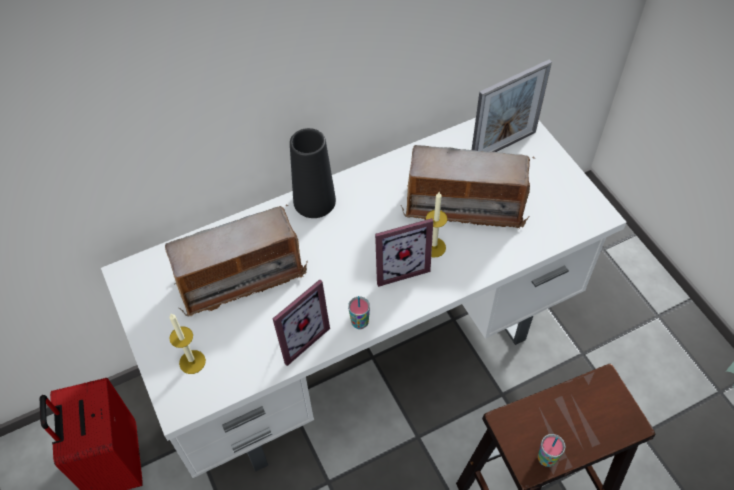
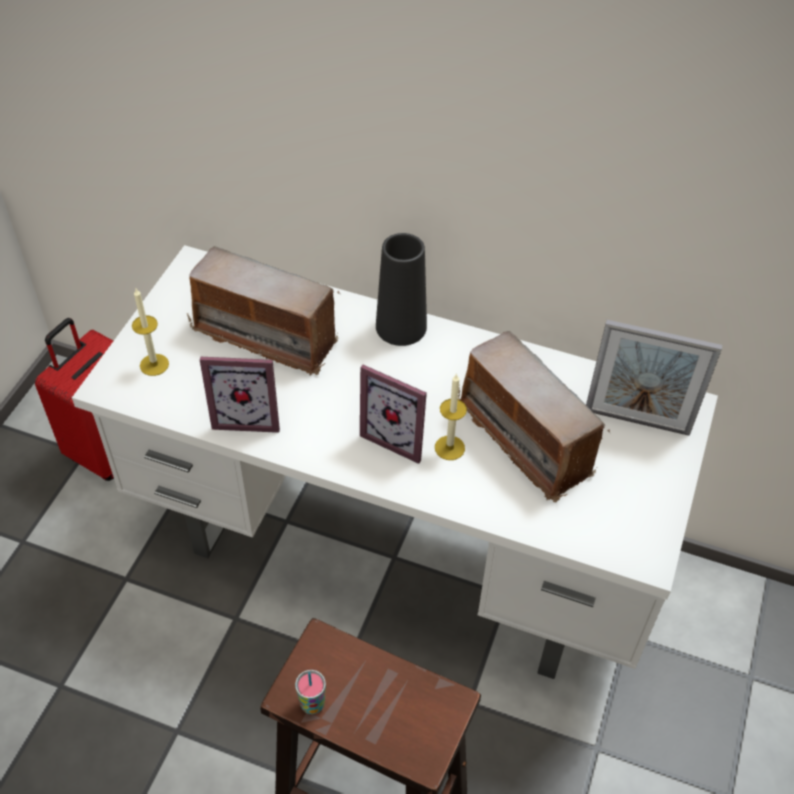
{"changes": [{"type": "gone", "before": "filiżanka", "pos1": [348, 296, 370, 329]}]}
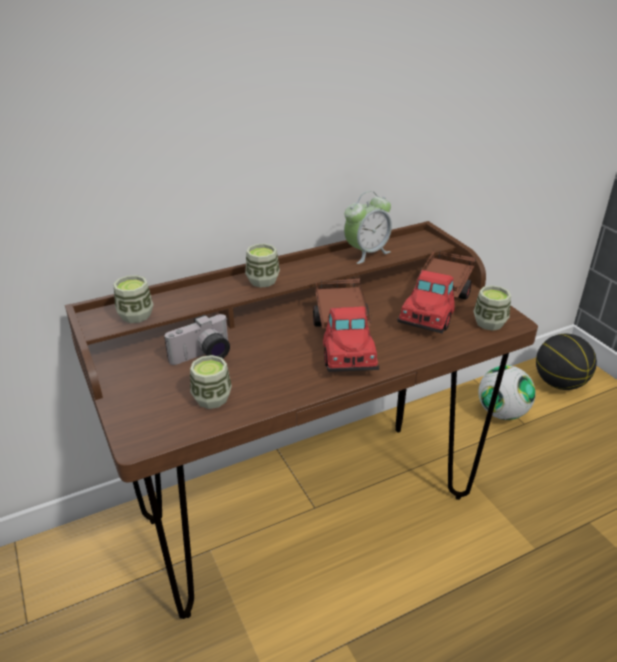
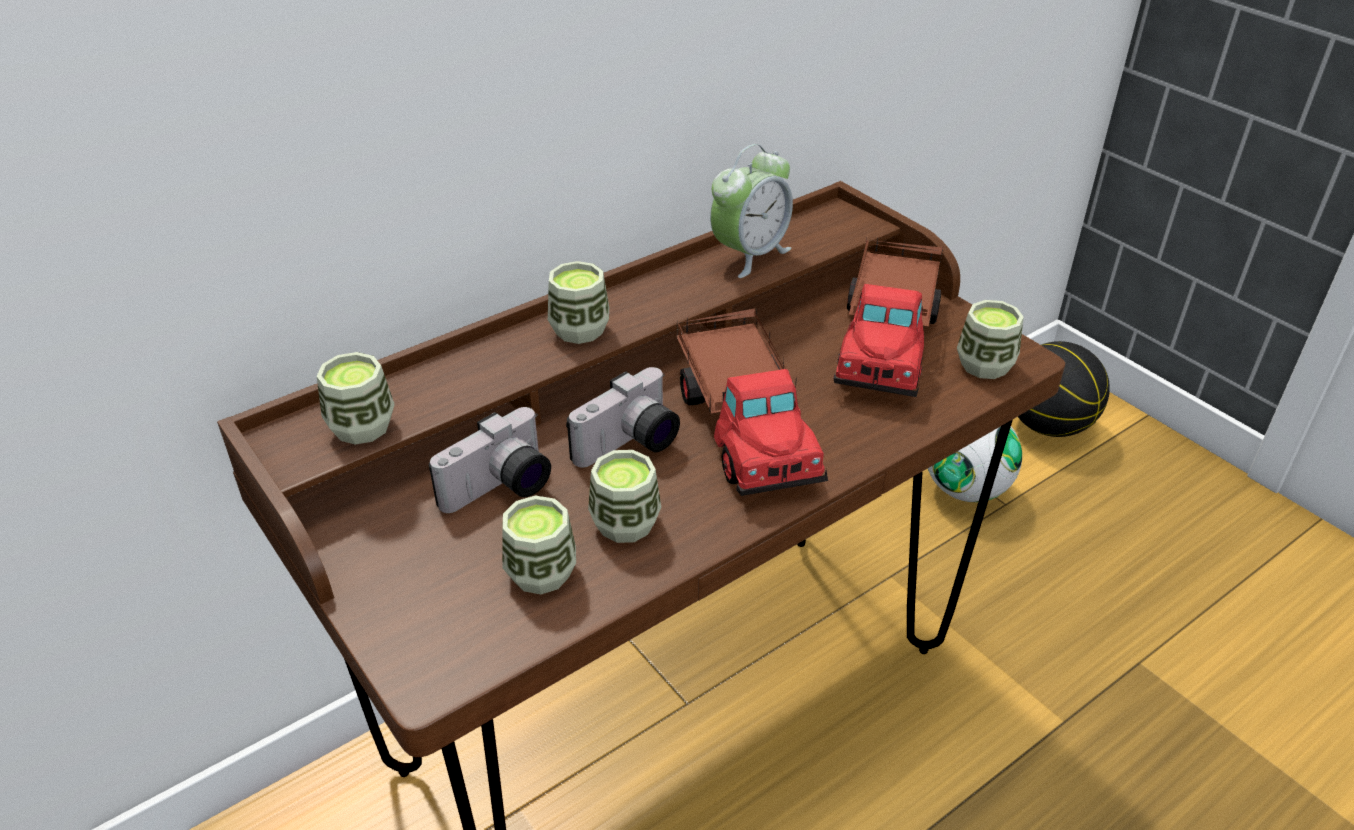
{"changes": [{"type": "new", "after": "aparat fotograficzny", "pos2": [566, 367, 680, 467]}, {"type": "new", "after": "filiżanka", "pos2": [588, 450, 661, 543]}]}
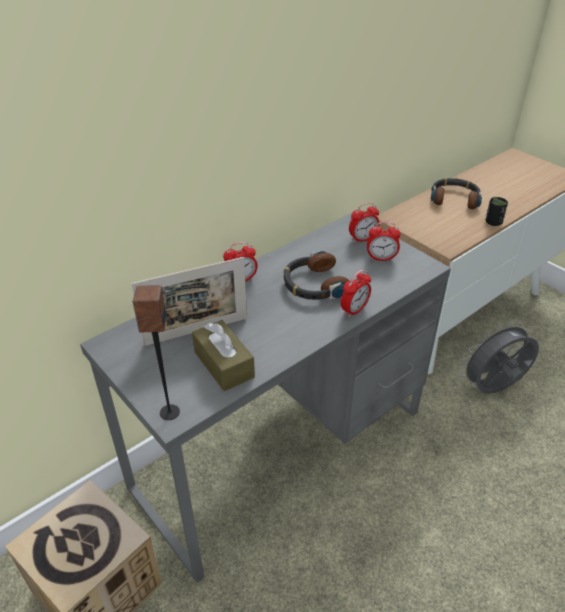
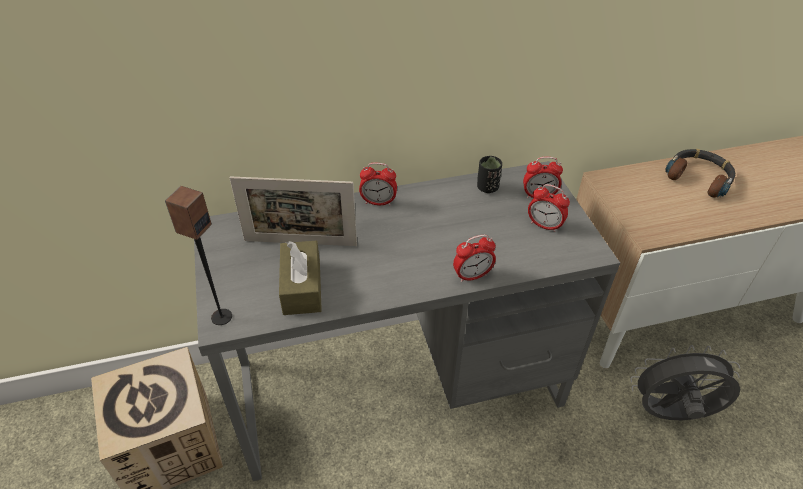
{"changes": [{"type": "gone", "before": "słuchawki", "pos1": [284, 250, 349, 300]}, {"type": "shifted", "before": "filiżanka/czarny", "pos1": [486, 197, 508, 226], "pos2": [477, 156, 502, 193]}]}
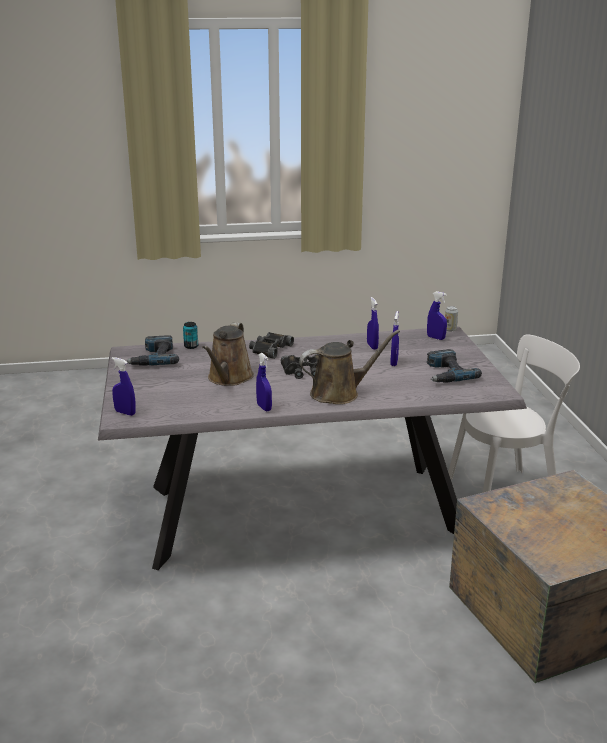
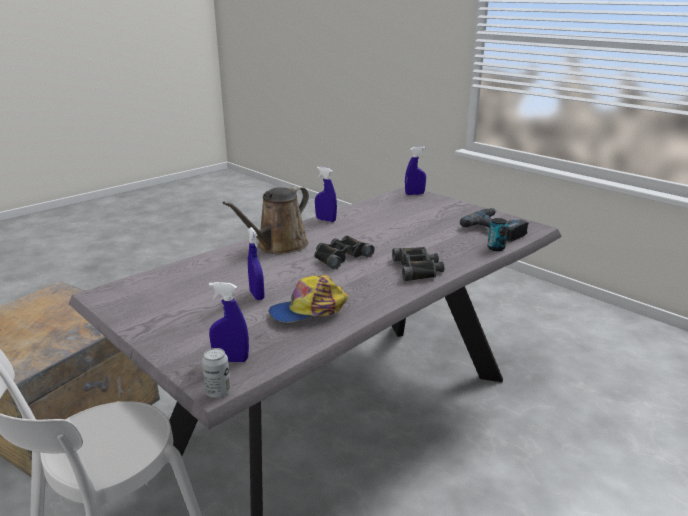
{"changes": [{"type": "gone", "before": "konewka/brązowy", "pos1": [202, 323, 254, 386]}, {"type": "swapped", "before": "spryskiwacz/niebieski", "after": "czapka z daszkiem", "pos1": [367, 297, 379, 350], "pos2": [269, 275, 348, 322]}, {"type": "gone", "before": "wiertarka", "pos1": [427, 349, 482, 383]}]}
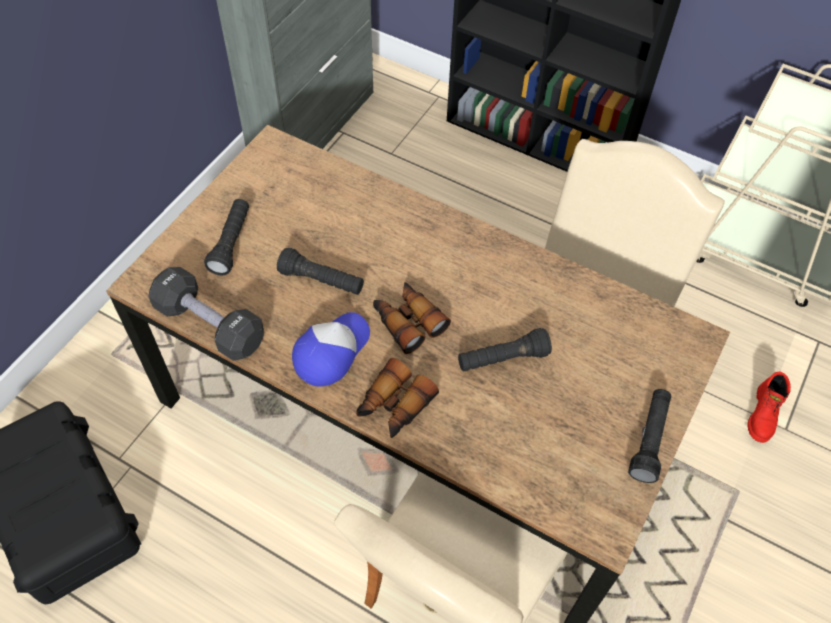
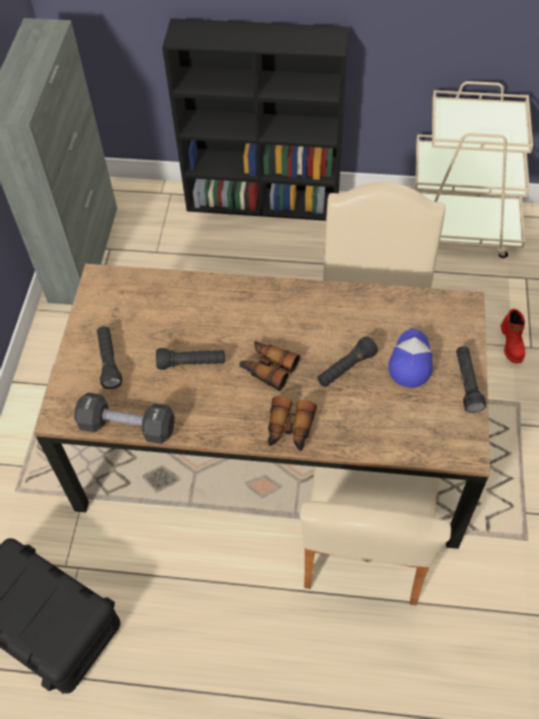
{"changes": [{"type": "shifted", "before": "czapka z daszkiem", "pos1": [292, 312, 370, 386], "pos2": [388, 329, 433, 388]}]}
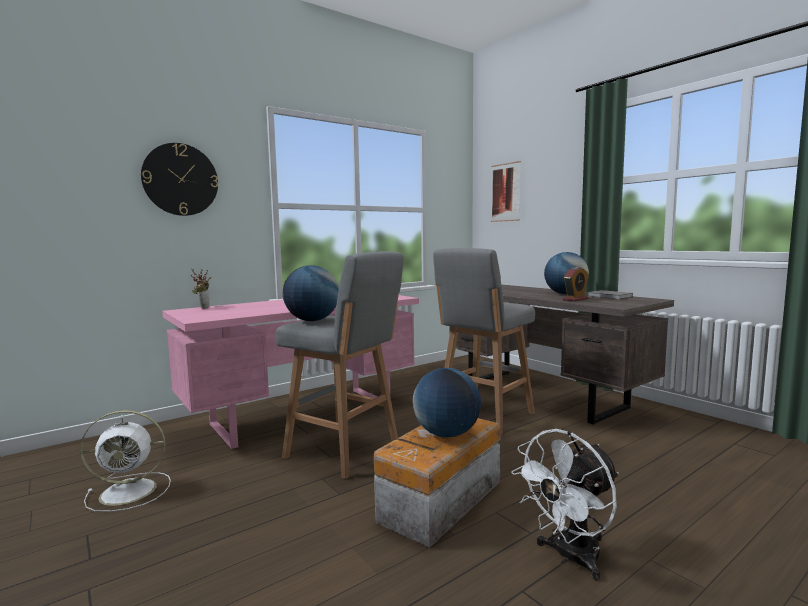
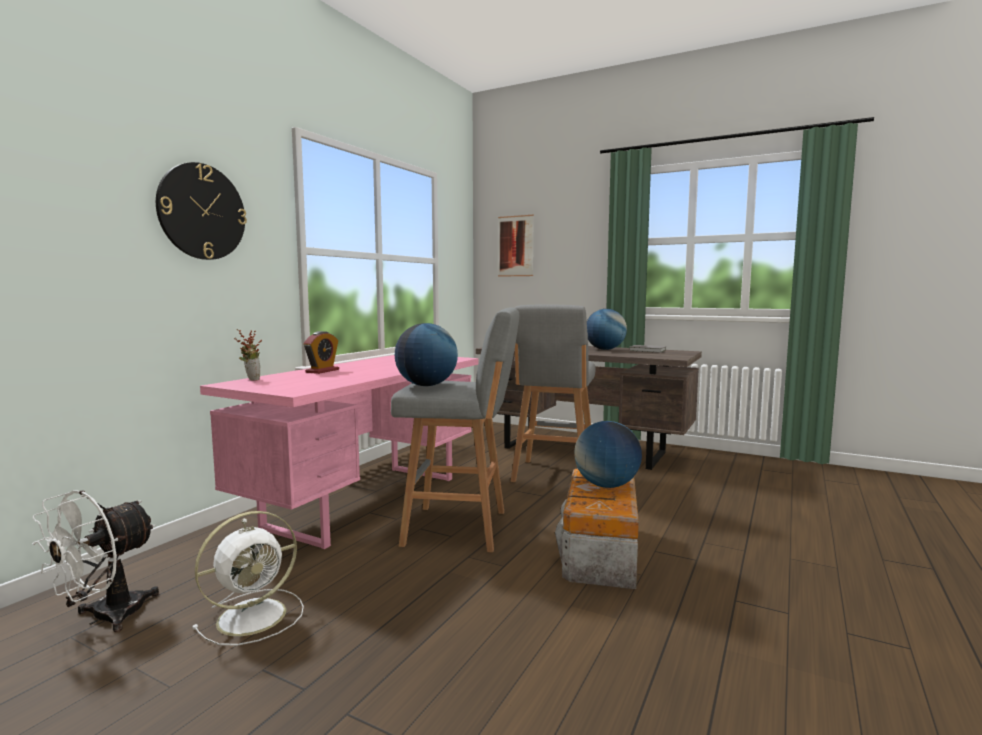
{"changes": [{"type": "shifted", "before": "wentylator/biały", "pos1": [511, 429, 619, 581], "pos2": [32, 490, 159, 632]}, {"type": "shifted", "before": "budzik", "pos1": [563, 267, 589, 301], "pos2": [304, 331, 339, 374]}]}
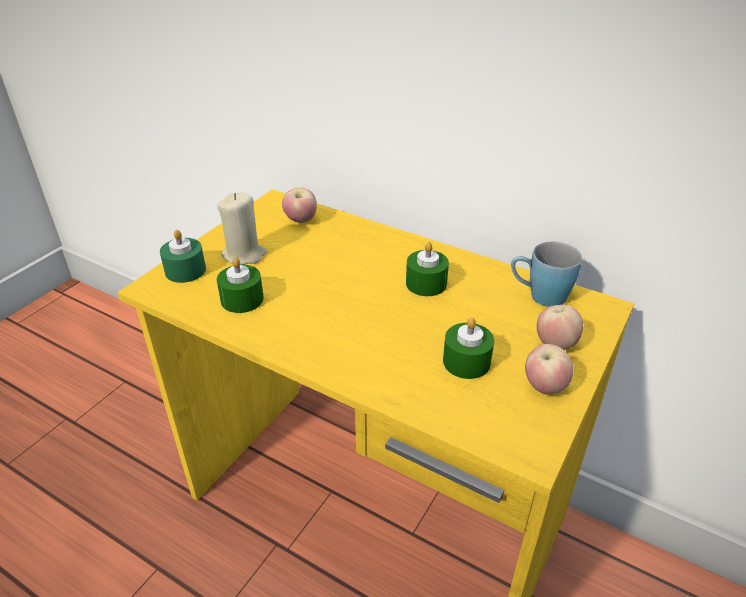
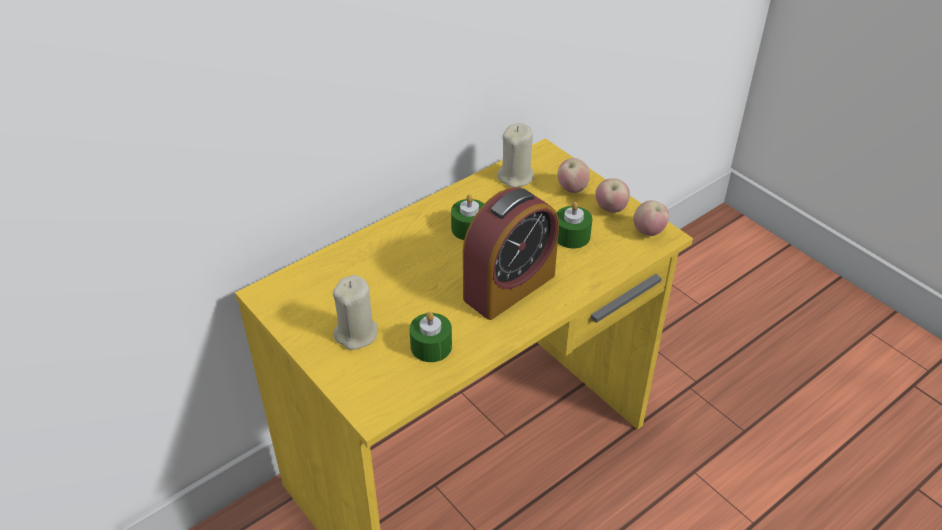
{"changes": [{"type": "gone", "before": "świeca/zielony", "pos1": [160, 230, 206, 283]}, {"type": "shifted", "before": "jabłko", "pos1": [282, 187, 317, 223], "pos2": [633, 200, 669, 236]}, {"type": "swapped", "before": "kubek/niebieski", "after": "świeca/beżowy", "pos1": [511, 241, 582, 307], "pos2": [497, 123, 534, 188]}, {"type": "new", "after": "budzik", "pos2": [463, 187, 559, 320]}]}
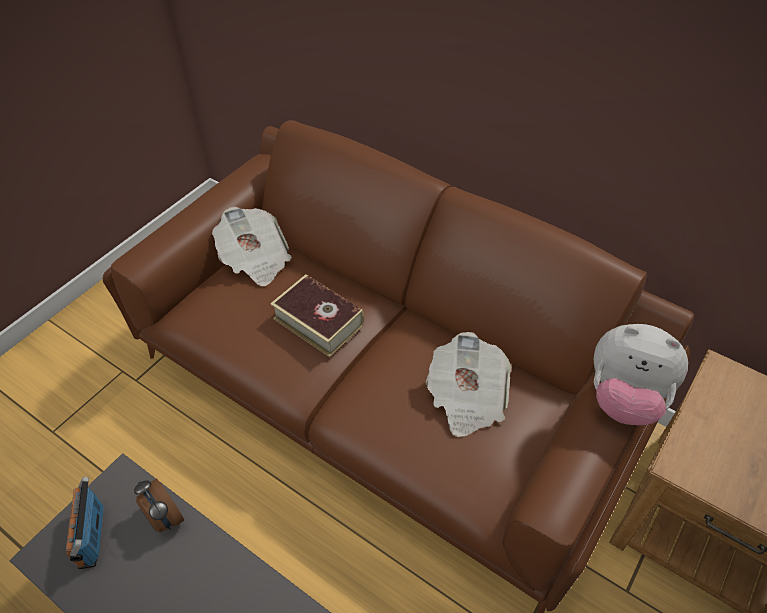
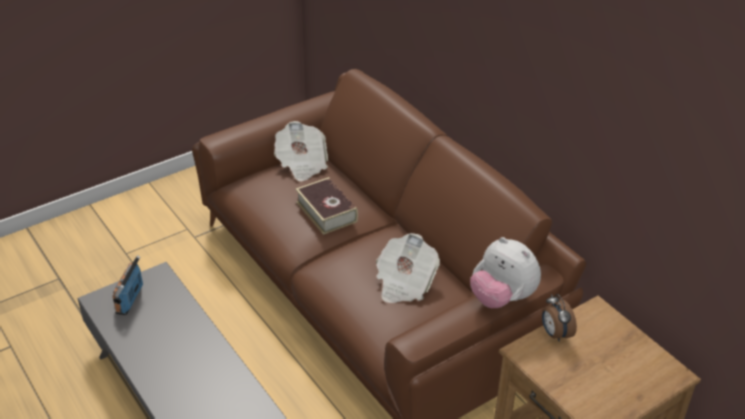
{"changes": [{"type": "shifted", "before": "budzik", "pos1": [134, 479, 184, 532], "pos2": [542, 294, 577, 342]}]}
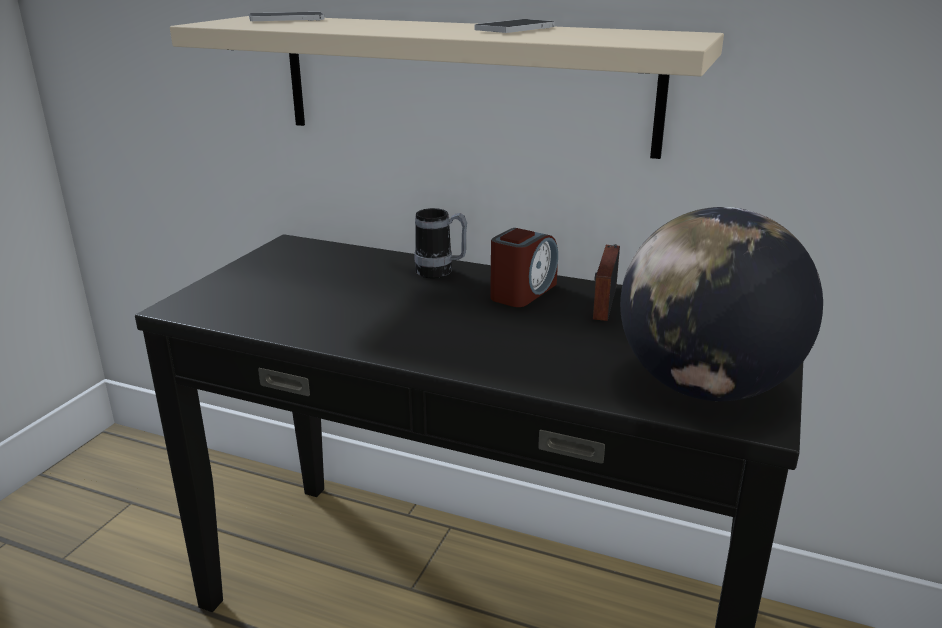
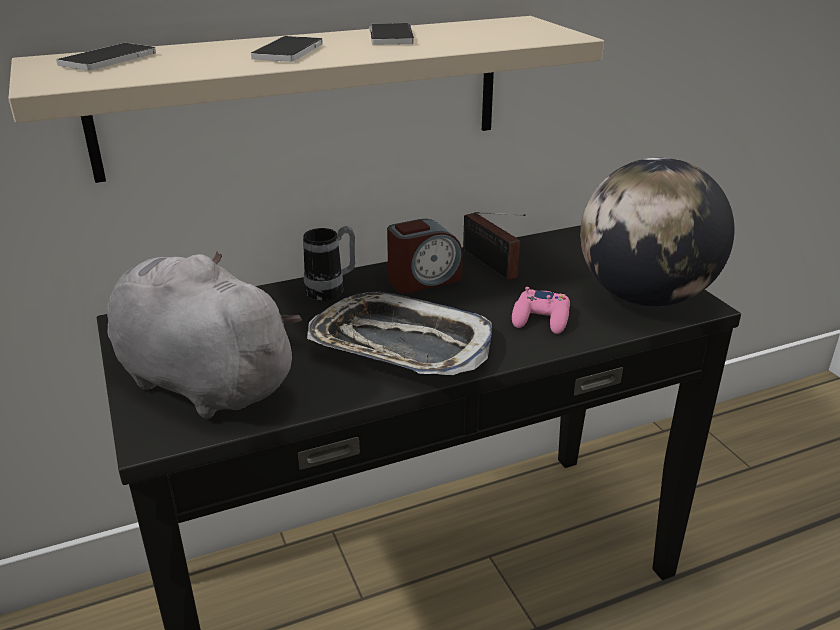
{"changes": [{"type": "rotated", "before": "budzik", "pos1": [490, 228, 558, 307], "pos2": [387, 219, 463, 293], "turn": 75}, {"type": "new", "after": "pluszak/szary", "pos2": [107, 251, 302, 419]}, {"type": "new", "after": "telefon", "pos2": [251, 36, 323, 62]}, {"type": "new", "after": "taca", "pos2": [307, 292, 492, 375]}, {"type": "new", "after": "pad do gier/różowy", "pos2": [512, 287, 570, 334]}]}
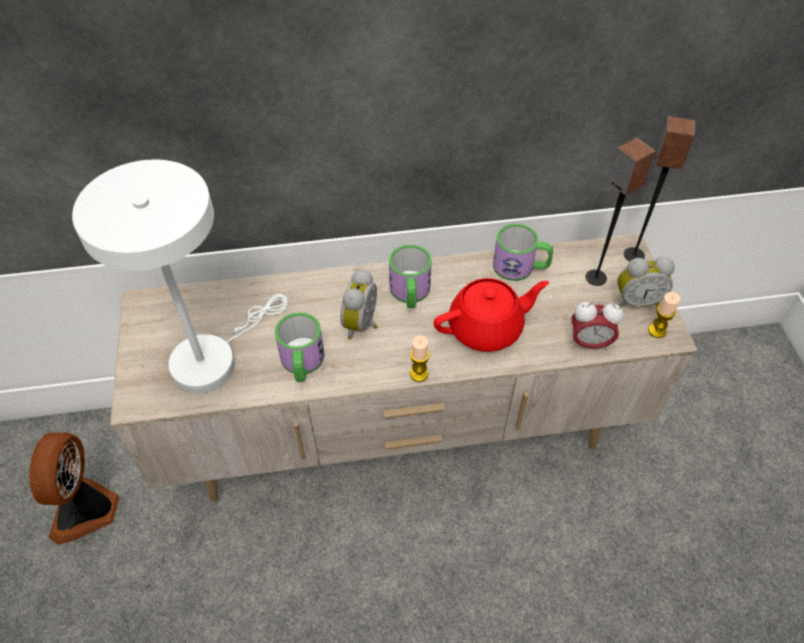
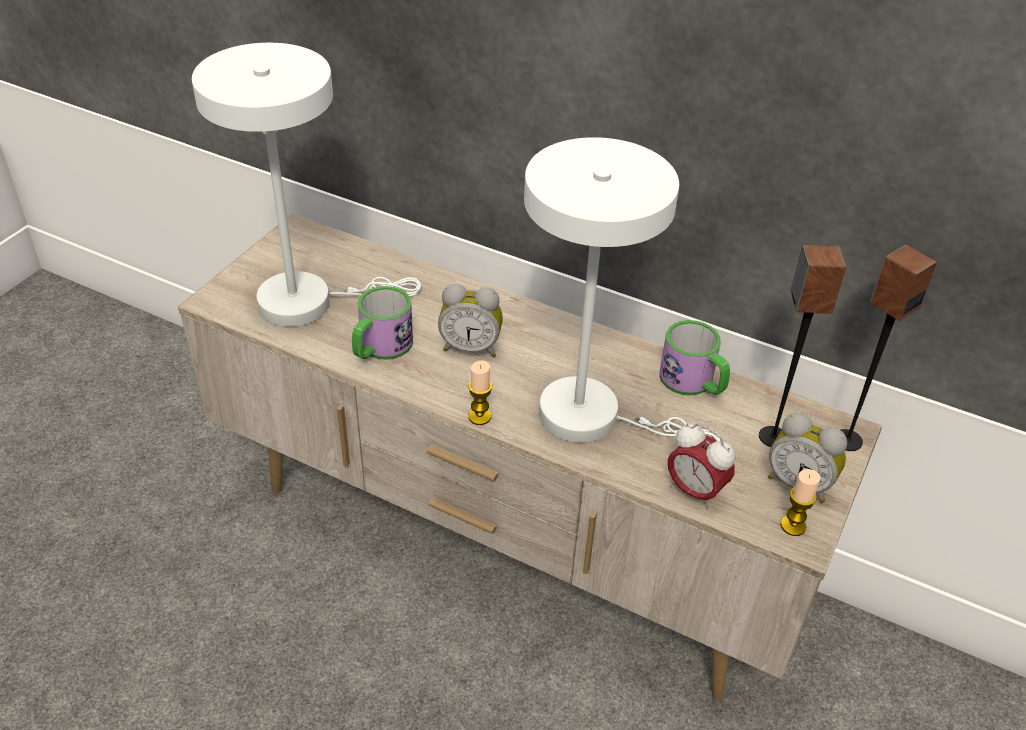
{"changes": [{"type": "gone", "before": "wentylator", "pos1": [29, 432, 119, 544]}, {"type": "rotated", "before": "budzik", "pos1": [340, 269, 378, 340], "pos2": [438, 284, 503, 357], "turn": -135}, {"type": "gone", "before": "kubek", "pos1": [389, 245, 432, 308]}, {"type": "swapped", "before": "imbryk/czerwony", "after": "lampa stołowa/biały", "pos1": [434, 278, 549, 352], "pos2": [524, 137, 720, 443]}]}
